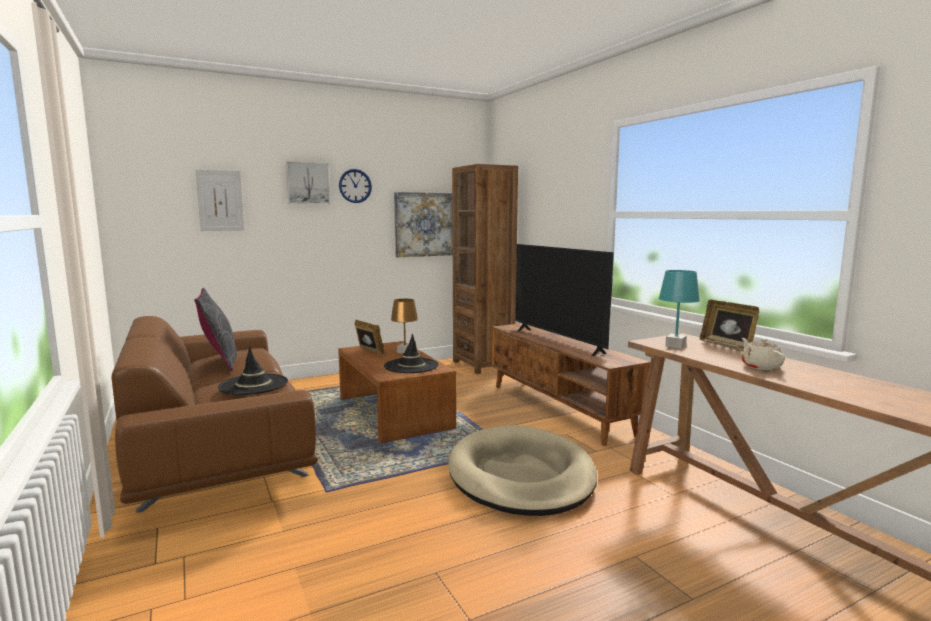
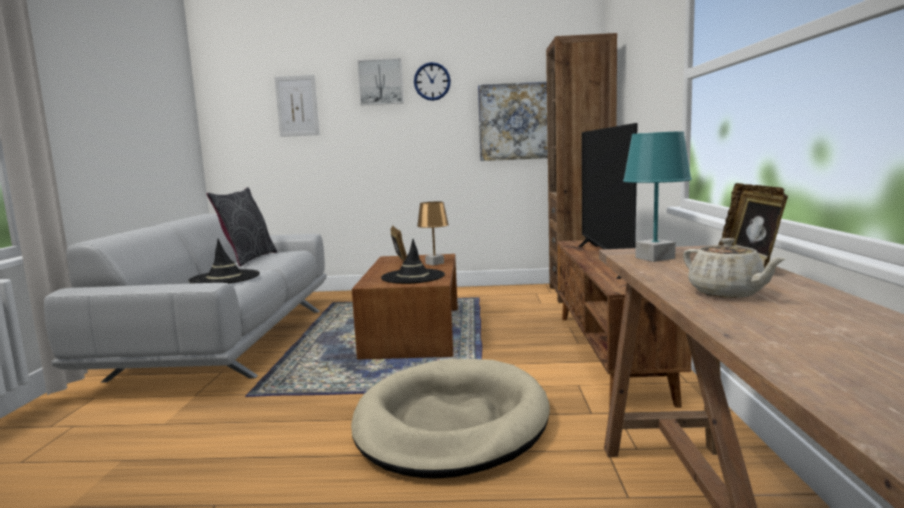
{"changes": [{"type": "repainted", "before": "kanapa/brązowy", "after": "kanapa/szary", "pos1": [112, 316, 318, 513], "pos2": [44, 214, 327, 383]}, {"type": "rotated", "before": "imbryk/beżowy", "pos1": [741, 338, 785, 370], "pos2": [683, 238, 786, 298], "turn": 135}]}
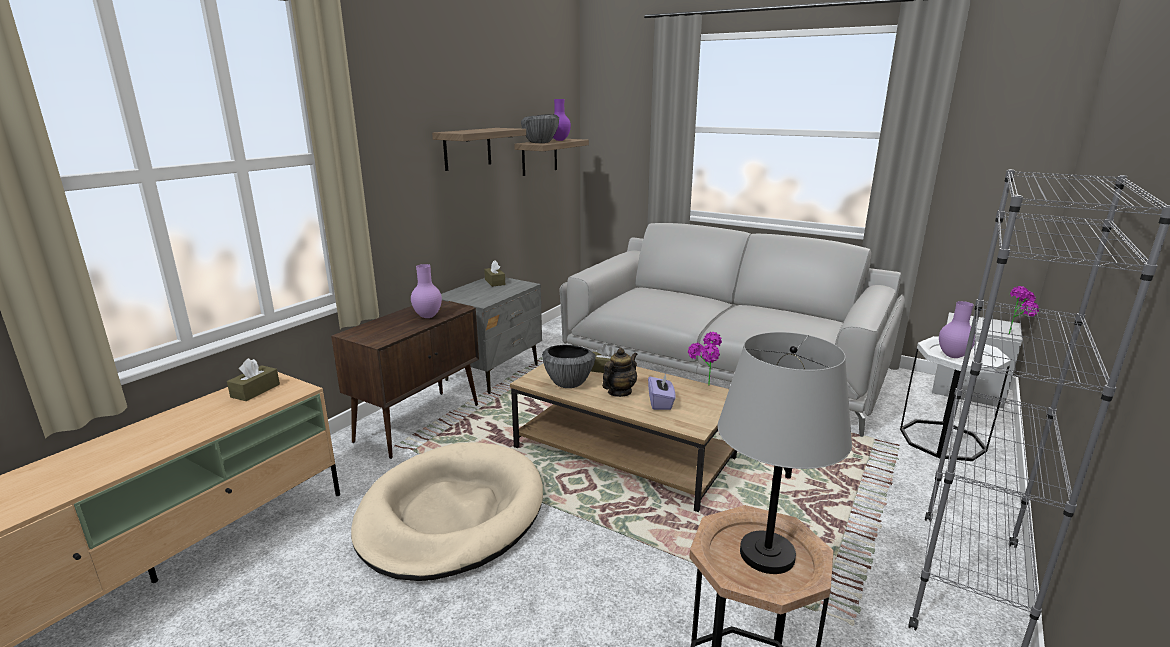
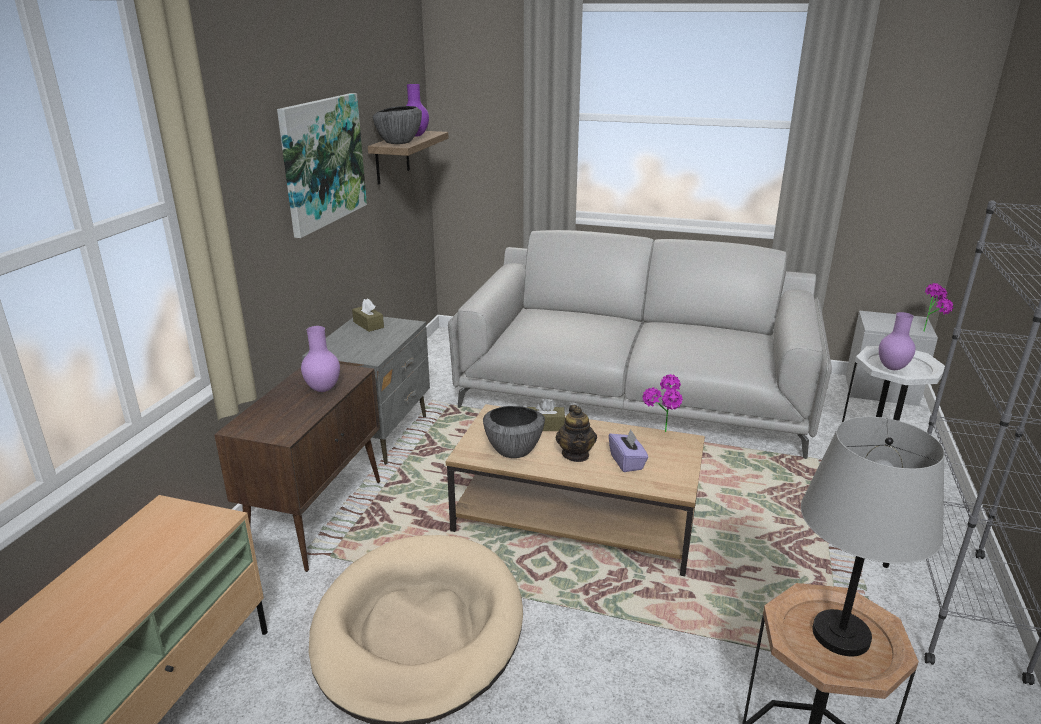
{"changes": [{"type": "gone", "before": "pudełko chusteczek/brązowy", "pos1": [227, 358, 280, 401]}, {"type": "swapped", "before": "półka", "after": "obraz", "pos1": [432, 128, 526, 171], "pos2": [277, 93, 367, 238]}, {"type": "rotated", "before": "imbryk", "pos1": [602, 348, 638, 397], "pos2": [556, 405, 597, 462], "turn": 150}]}
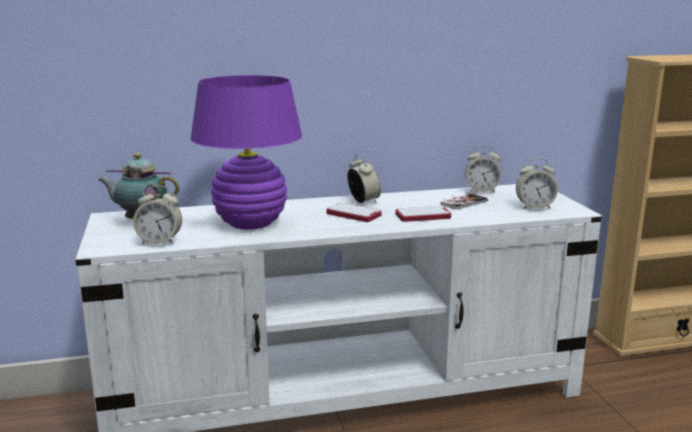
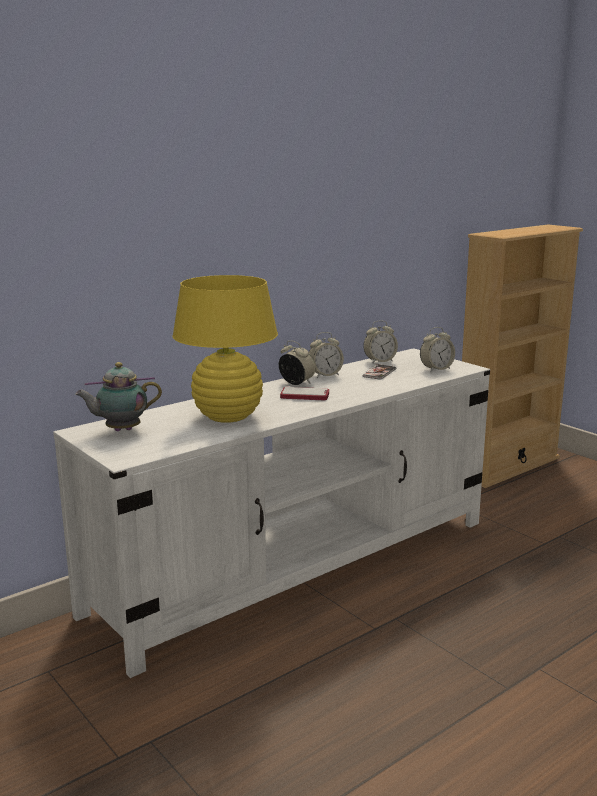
{"changes": [{"type": "shifted", "before": "budzik", "pos1": [133, 185, 182, 244], "pos2": [309, 332, 344, 378]}, {"type": "repainted", "before": "lampa stołowa/fioletowy", "after": "lampa stołowa/żółty", "pos1": [190, 75, 302, 230], "pos2": [172, 275, 278, 422]}, {"type": "gone", "before": "telefon", "pos1": [396, 206, 451, 222]}]}
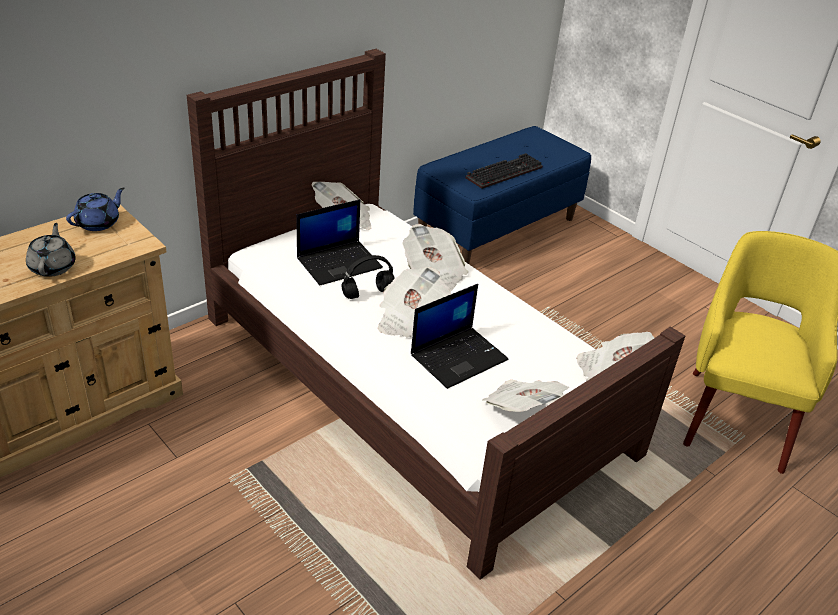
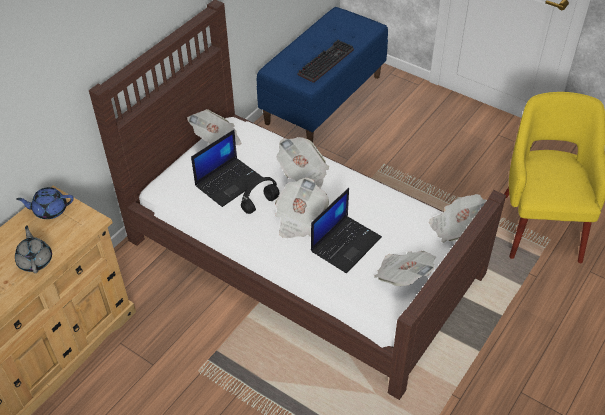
{"changes": [{"type": "rotated", "before": "imbryk/niebieski", "pos1": [66, 188, 124, 231], "pos2": [16, 187, 74, 219], "turn": -120}]}
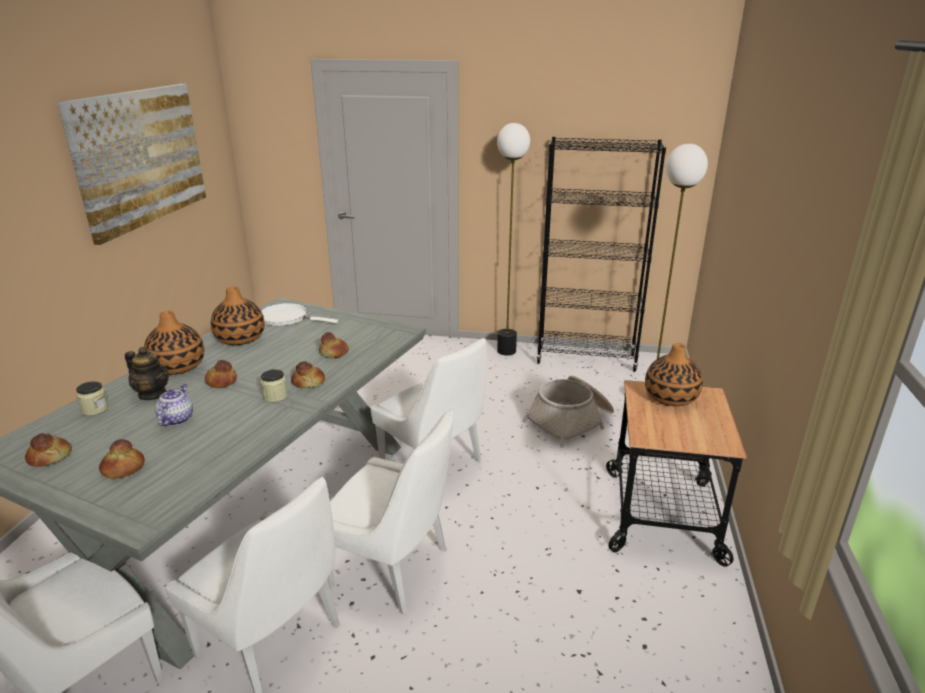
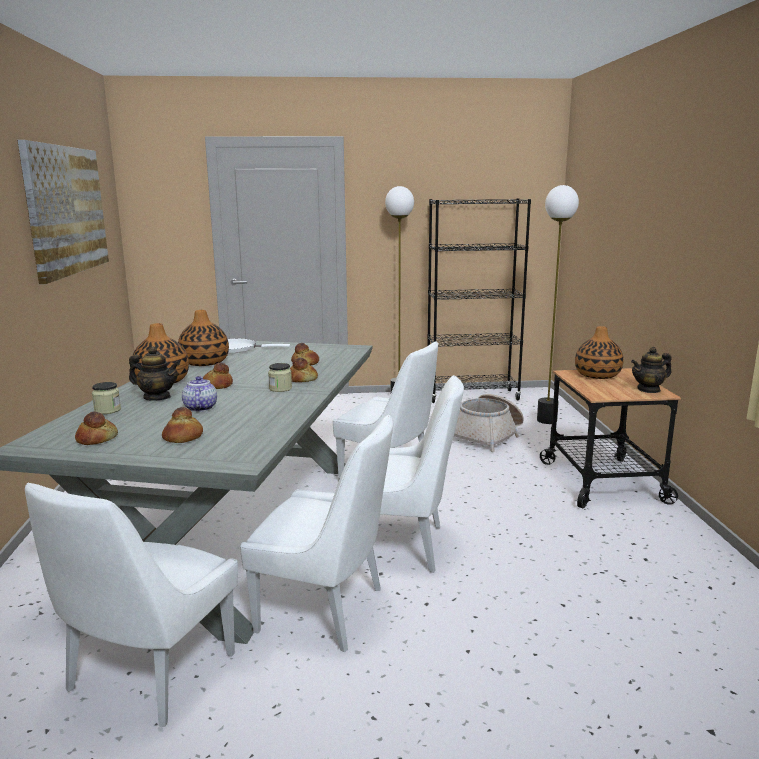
{"changes": [{"type": "new", "after": "imbryk", "pos2": [631, 347, 672, 393]}]}
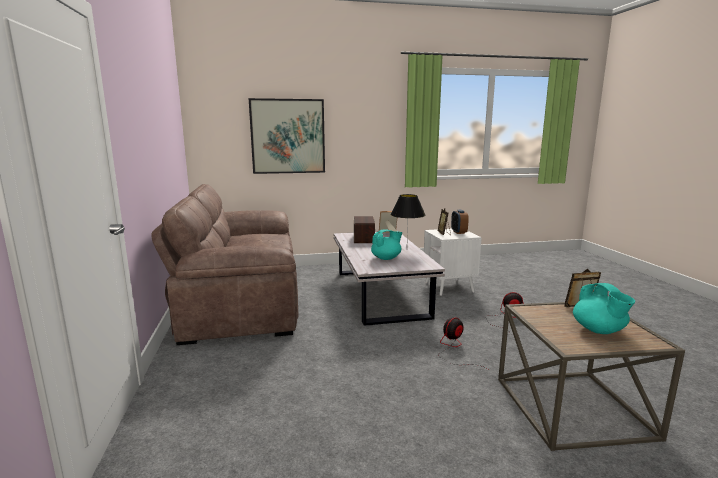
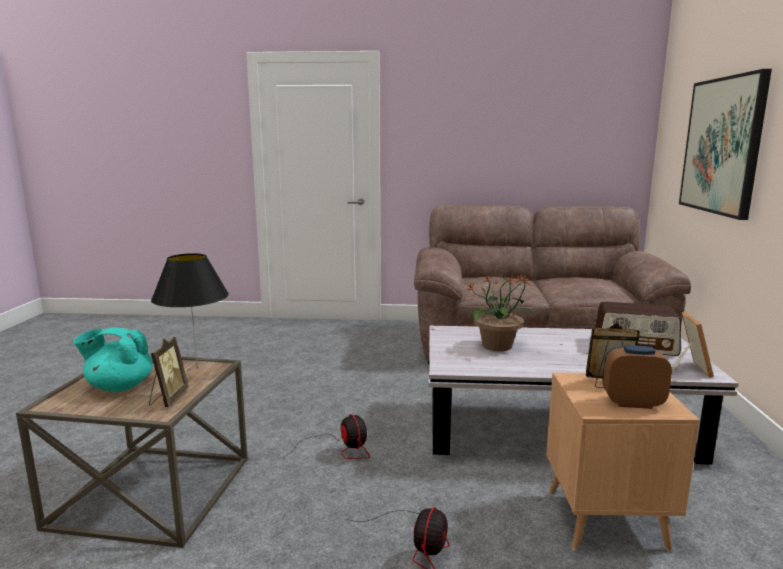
{"changes": [{"type": "swapped", "before": "imbryk/turkusowy", "after": "roślina doniczkowa", "pos1": [371, 229, 402, 260], "pos2": [465, 273, 539, 351]}, {"type": "shifted", "before": "lampa stołowa/czarny", "pos1": [390, 194, 426, 238], "pos2": [151, 253, 229, 368]}, {"type": "repainted", "before": "stolik/biały", "after": "stolik/brązowy", "pos1": [424, 229, 482, 296], "pos2": [546, 373, 700, 552]}]}
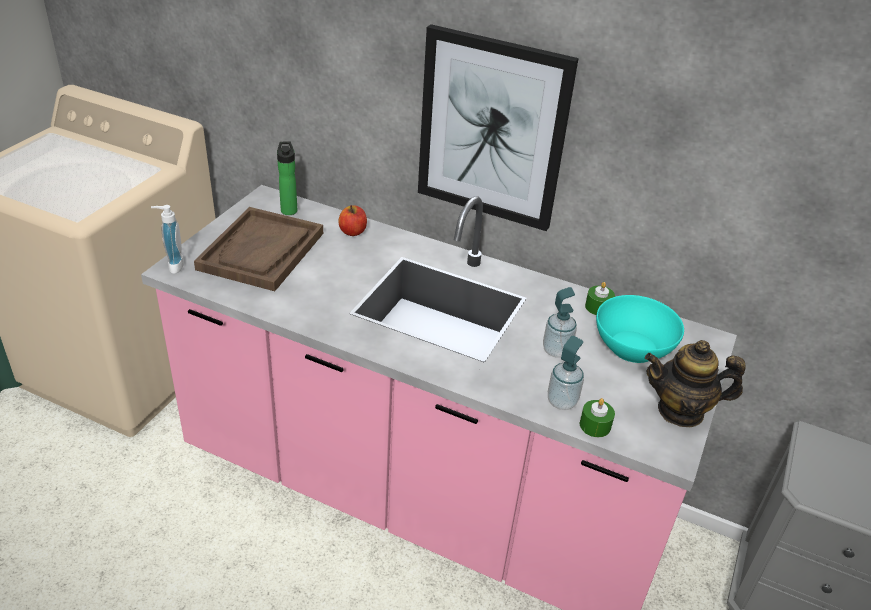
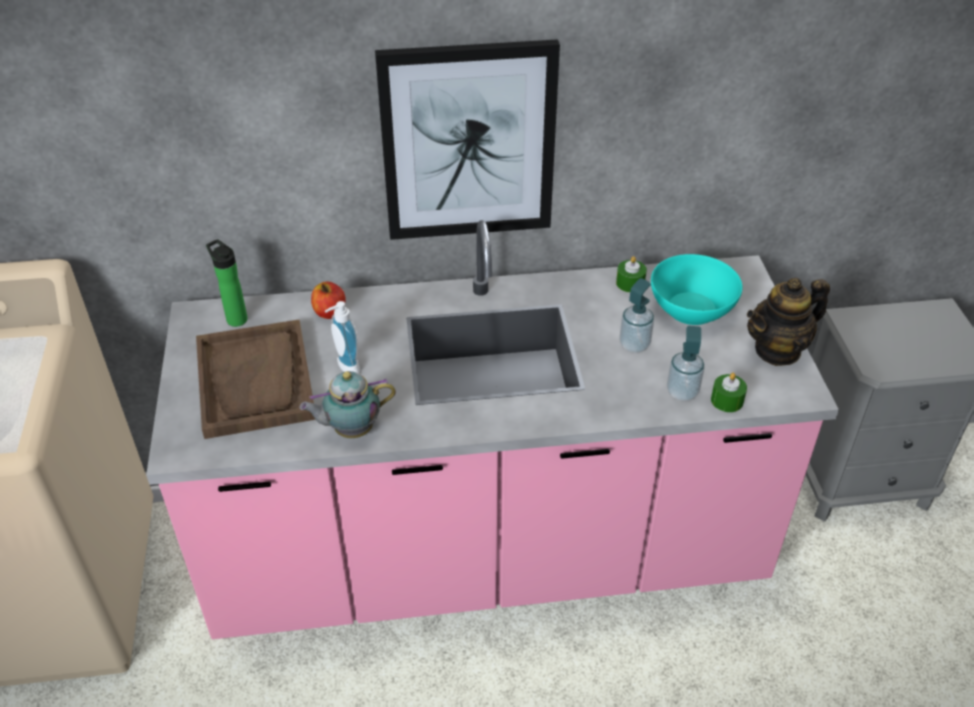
{"changes": [{"type": "shifted", "before": "dozownik mydła", "pos1": [151, 205, 184, 274], "pos2": [325, 301, 360, 374]}, {"type": "new", "after": "imbryk", "pos2": [299, 371, 396, 438]}]}
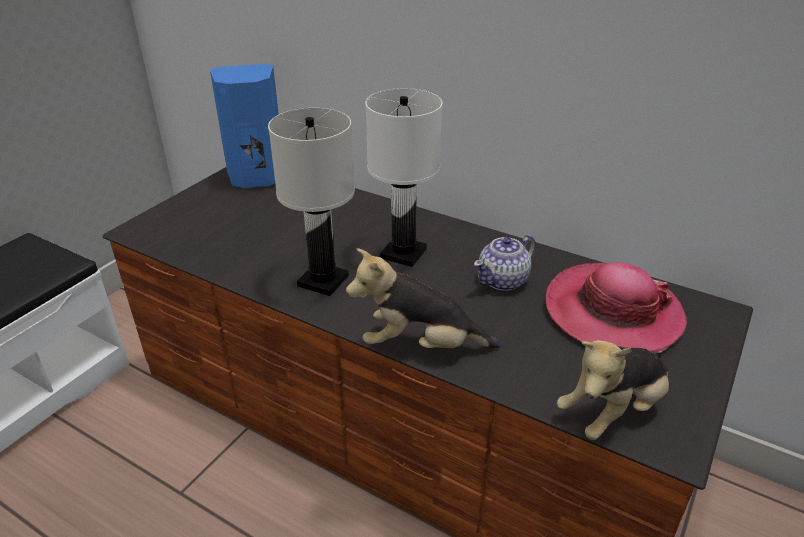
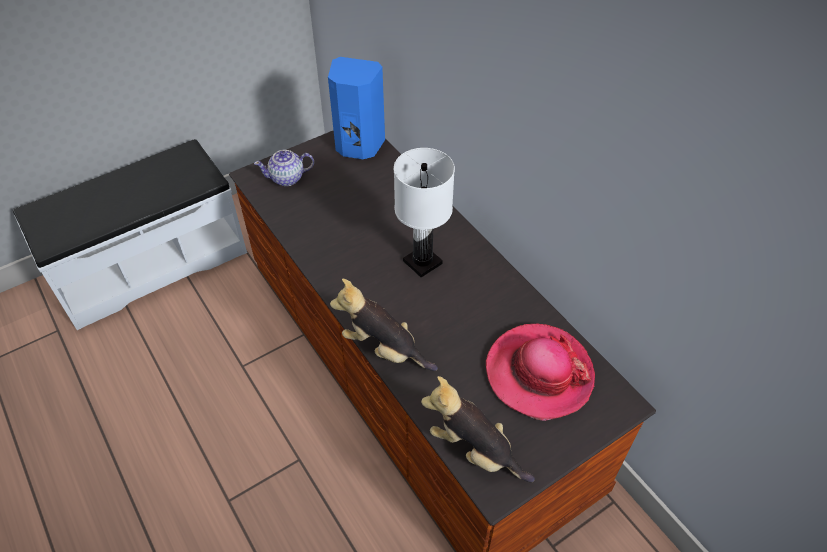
{"changes": [{"type": "gone", "before": "lampa stołowa/biały", "pos1": [268, 108, 355, 296]}, {"type": "shifted", "before": "imbryk", "pos1": [474, 235, 536, 291], "pos2": [254, 150, 314, 186]}, {"type": "rotated", "before": "pluszak", "pos1": [557, 340, 669, 440], "pos2": [421, 376, 535, 482], "turn": 45}]}
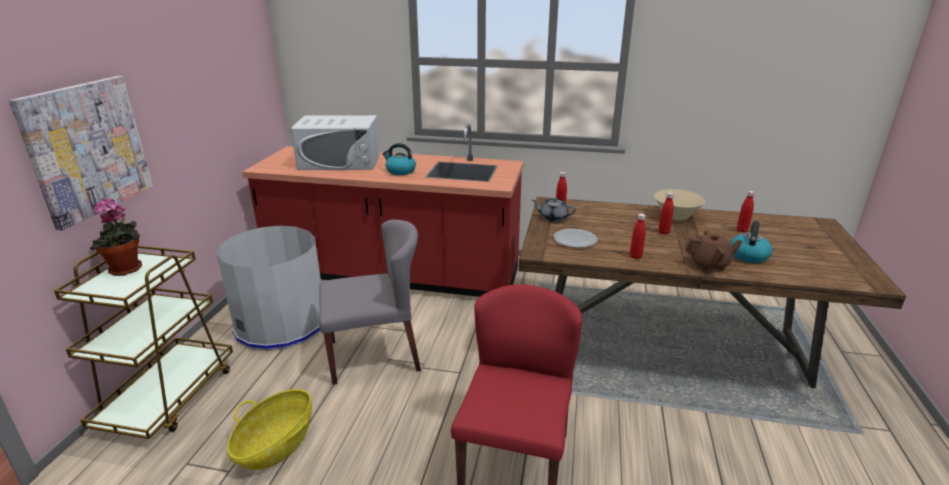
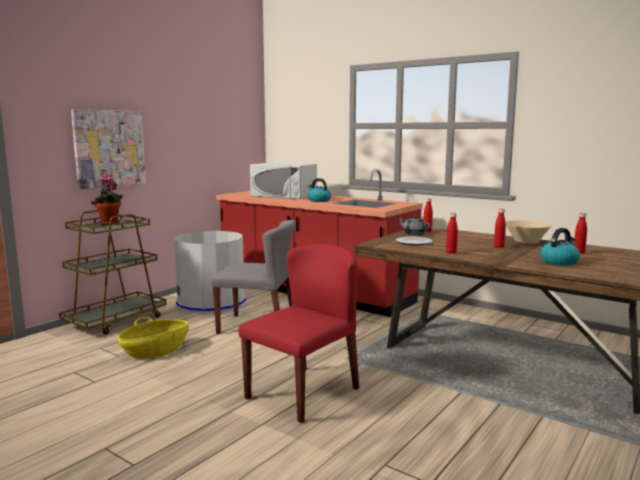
{"changes": [{"type": "gone", "before": "imbryk/brązowy", "pos1": [685, 230, 742, 271]}]}
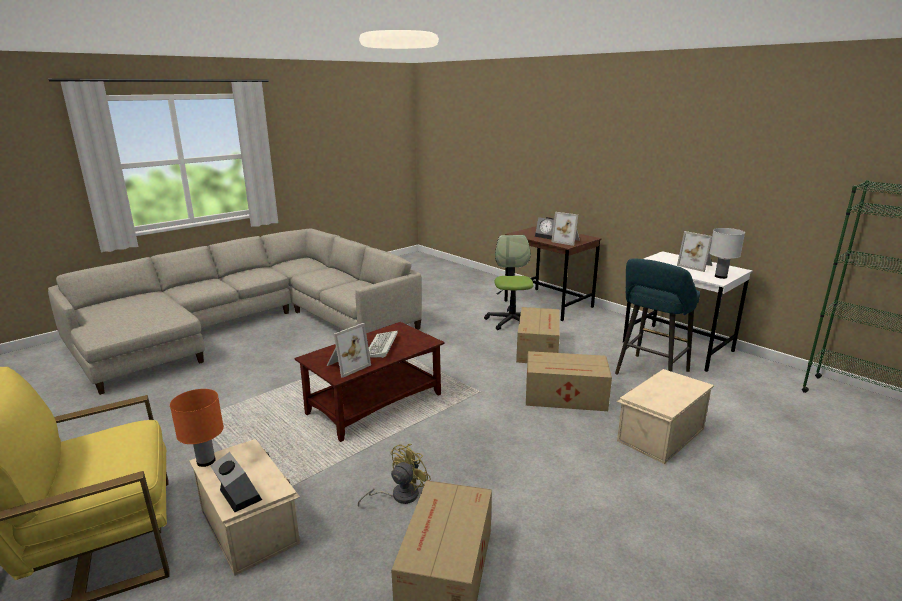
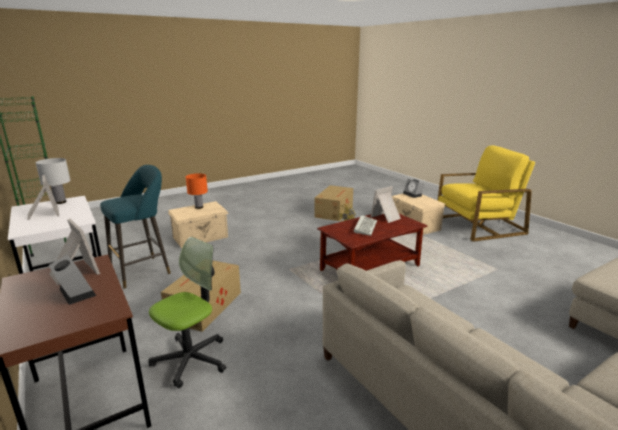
{"changes": [{"type": "shifted", "before": "lampa stołowa/pomarańczowy", "pos1": [170, 389, 224, 467], "pos2": [186, 173, 208, 209]}, {"type": "rotated", "before": "krzesło biurowe", "pos1": [484, 235, 533, 330], "pos2": [148, 237, 226, 388], "turn": -150}, {"type": "gone", "before": "karton", "pos1": [526, 351, 612, 411]}]}
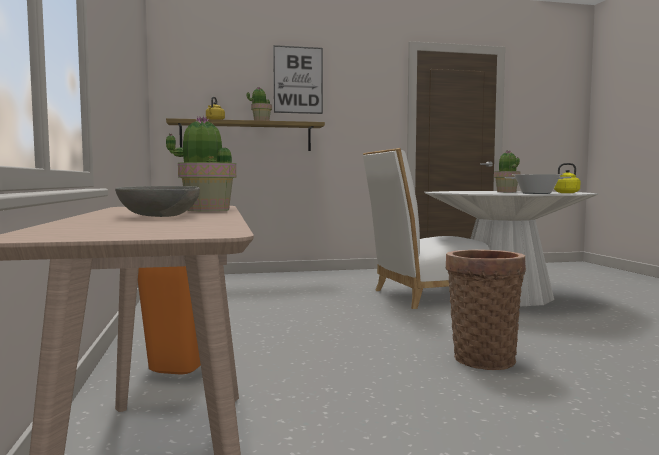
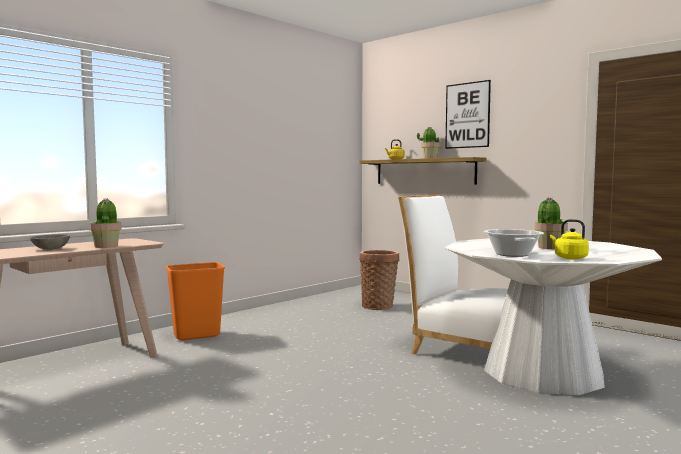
{"changes": [{"type": "shifted", "before": "koszyk", "pos1": [446, 249, 526, 370], "pos2": [359, 250, 399, 310]}]}
